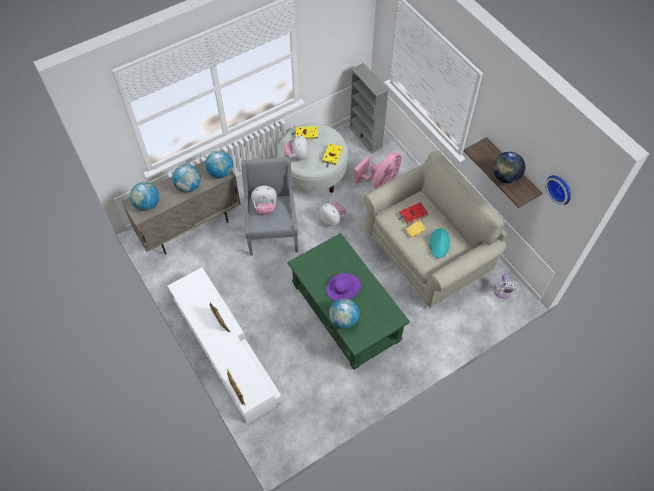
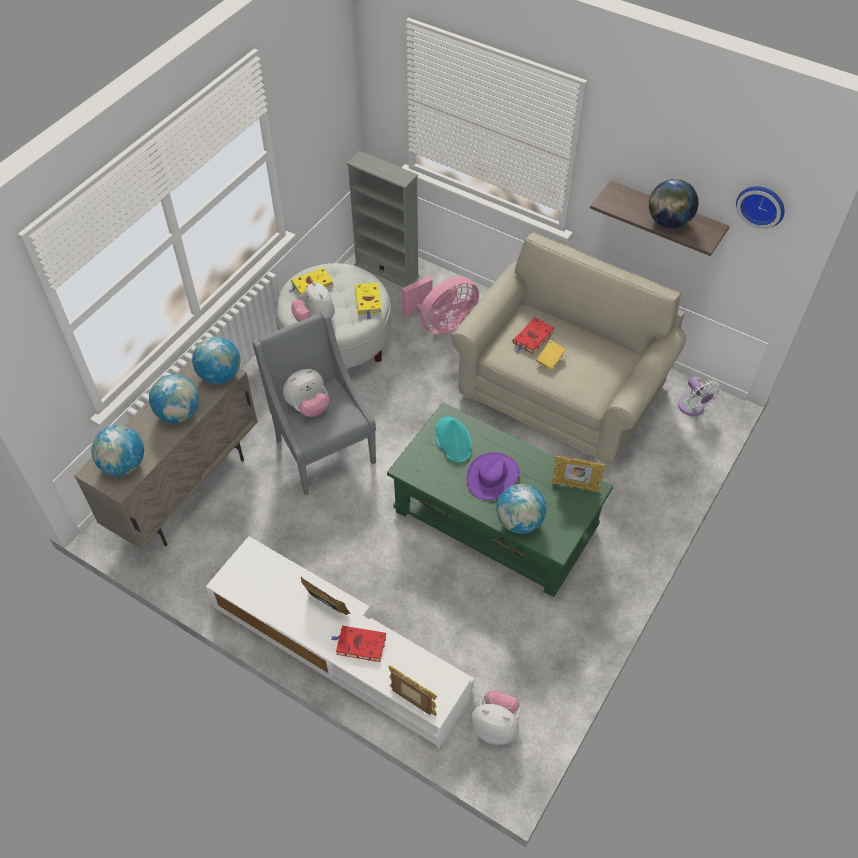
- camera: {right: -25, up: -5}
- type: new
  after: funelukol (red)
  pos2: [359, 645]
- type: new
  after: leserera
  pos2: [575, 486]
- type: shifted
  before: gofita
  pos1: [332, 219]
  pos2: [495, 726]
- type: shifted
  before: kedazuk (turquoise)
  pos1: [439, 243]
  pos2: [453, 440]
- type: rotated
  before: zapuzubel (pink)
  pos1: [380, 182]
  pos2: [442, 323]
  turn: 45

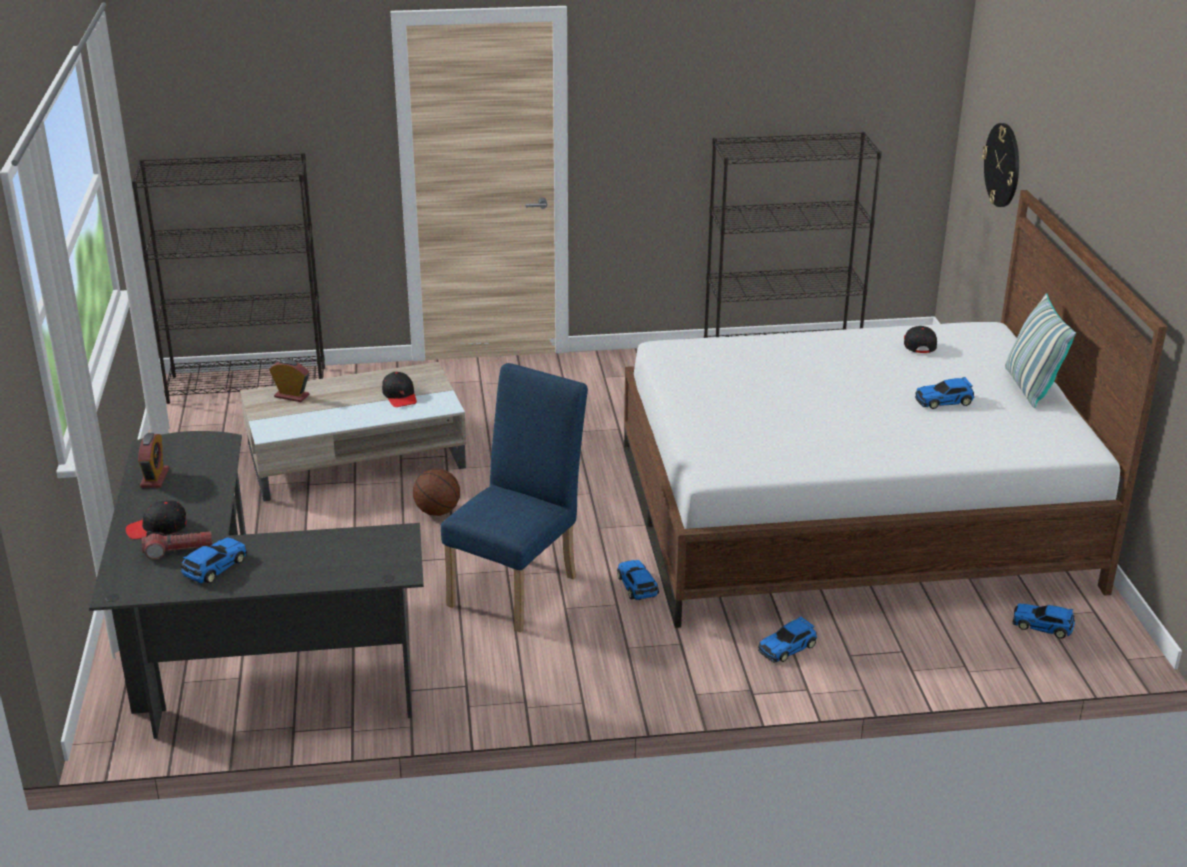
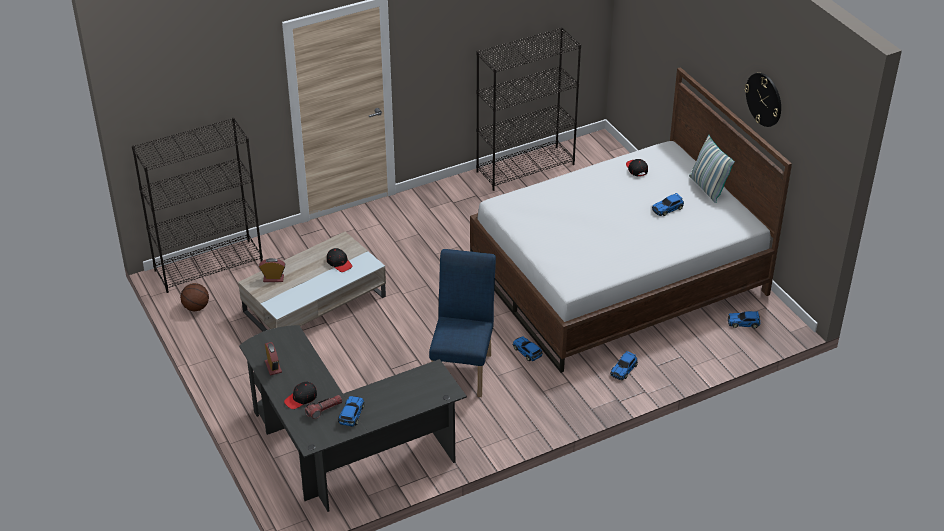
- camera: {right: -20, up: 10}
- type: shifted
  before: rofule
  pos1: [438, 511]
  pos2: [196, 307]
- type: shifted
  before: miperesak
  pos1: [1002, 165]
  pos2: [764, 99]

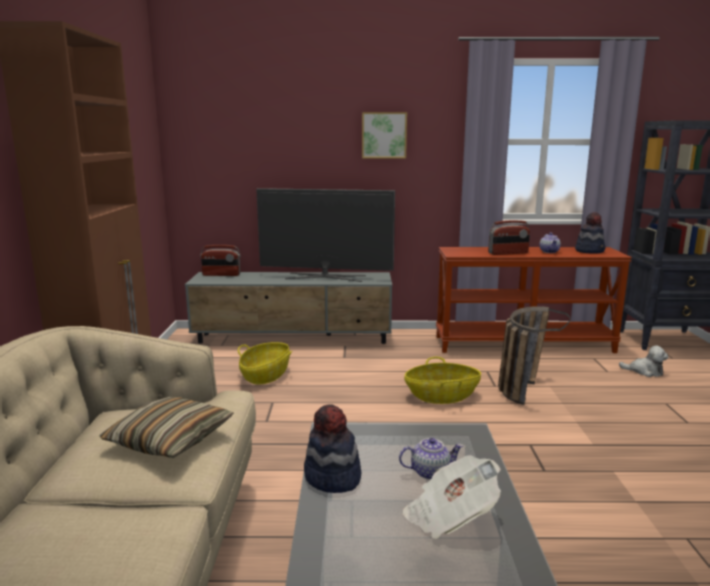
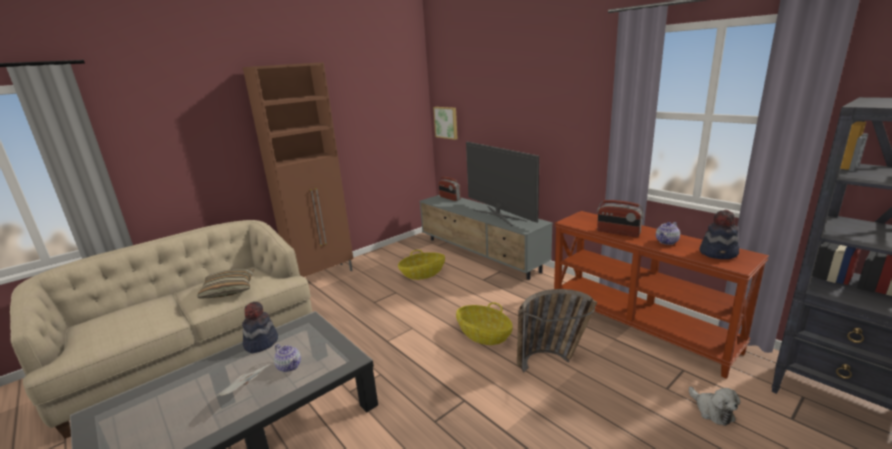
- camera: {right: 50, up: 5}
- type: shifted
  before: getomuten
  pos1: [384, 135]
  pos2: [446, 122]

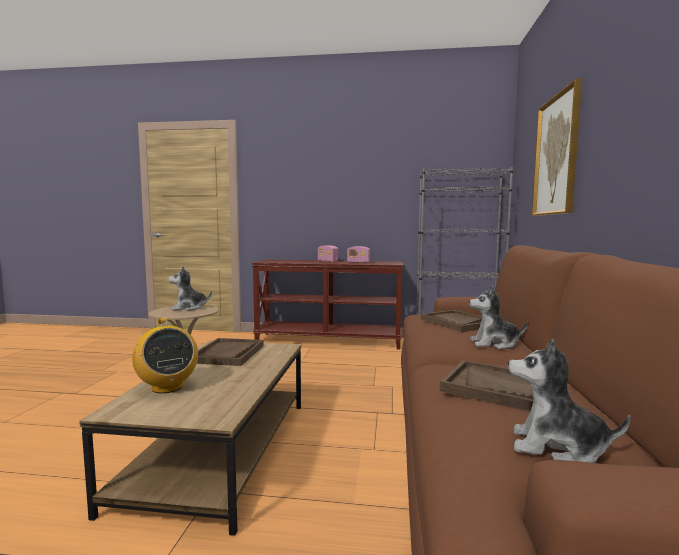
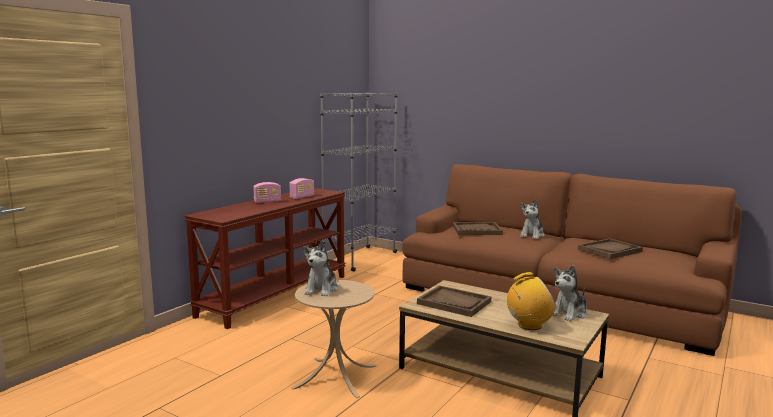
- camera: {right: -65, up: 5}
- type: gone
  before: getomuten
  pos1: [556, 155]
- type: shifted
  before: gofita
  pos1: [557, 448]
  pos2: [569, 313]

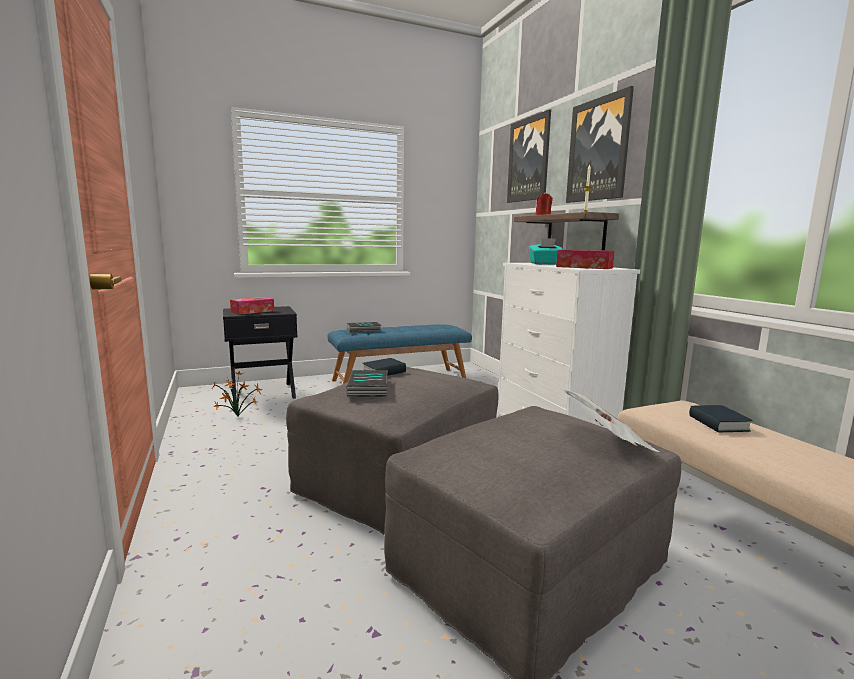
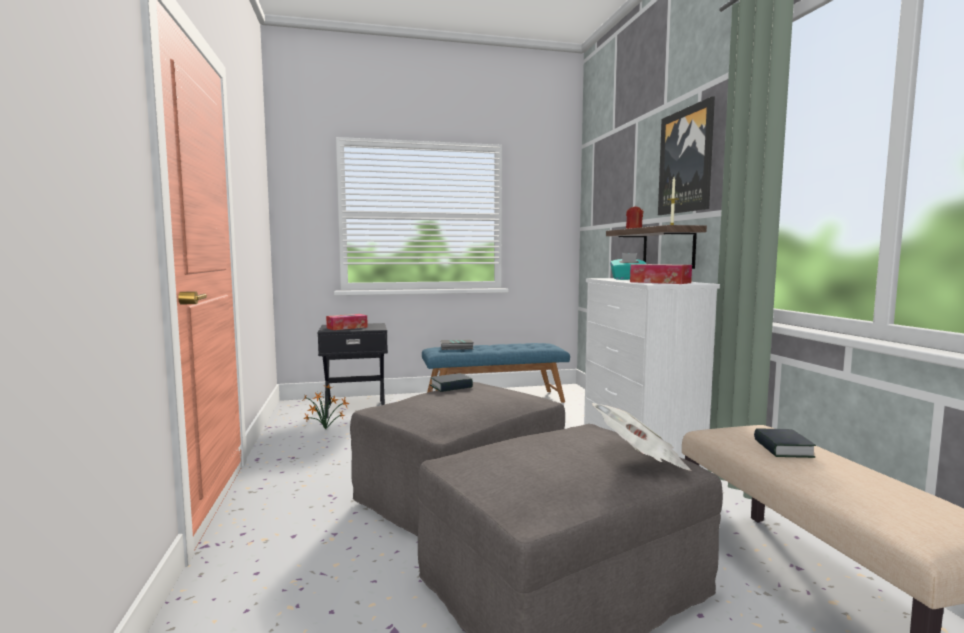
- camera: {right: 10, up: -5}
- type: gone
  before: funelukol
  pos1: [369, 388]
- type: gone
  before: getomuten
  pos1: [529, 159]

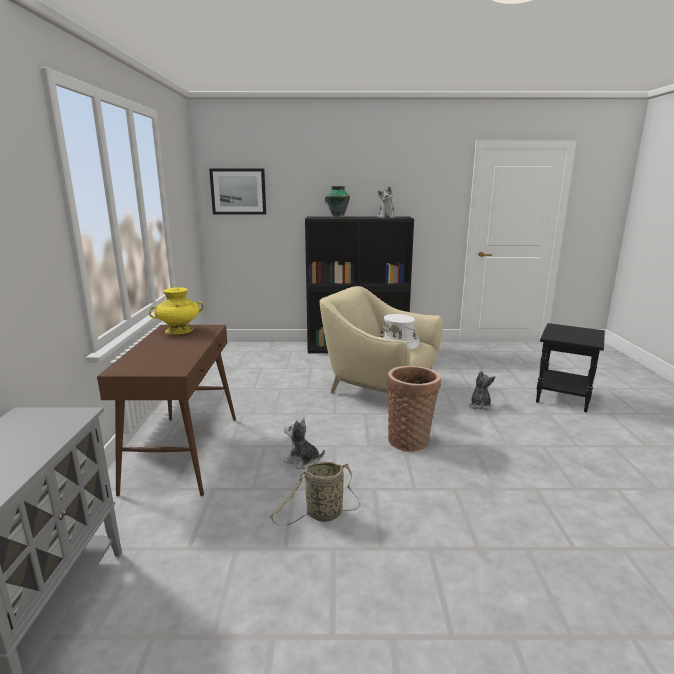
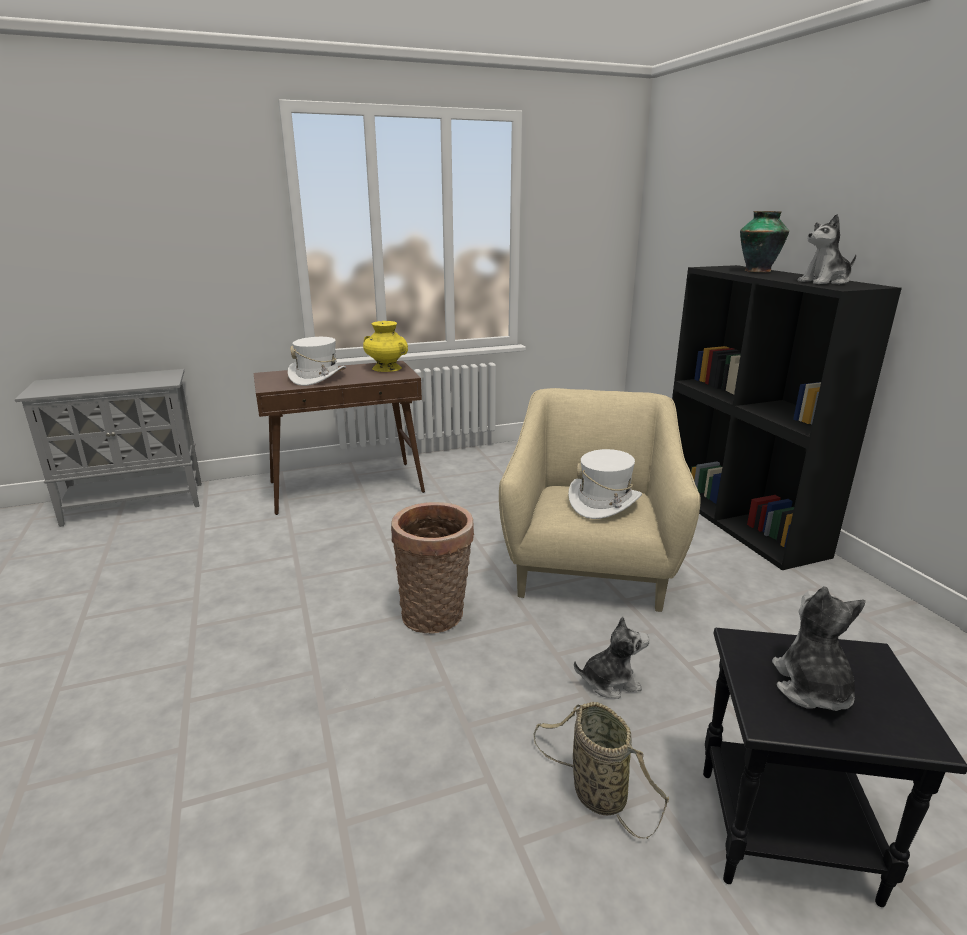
- camera: {right: 70, up: 5}
- type: gone
  before: getomuten
  pos1: [238, 191]
- type: new
  after: kedazuk (white)
  pos2: [318, 377]
- type: shifted
  before: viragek
  pos1: [322, 515]
  pos2: [595, 791]
- type: shifted
  before: gofita
  pos1: [302, 461]
  pos2: [811, 688]

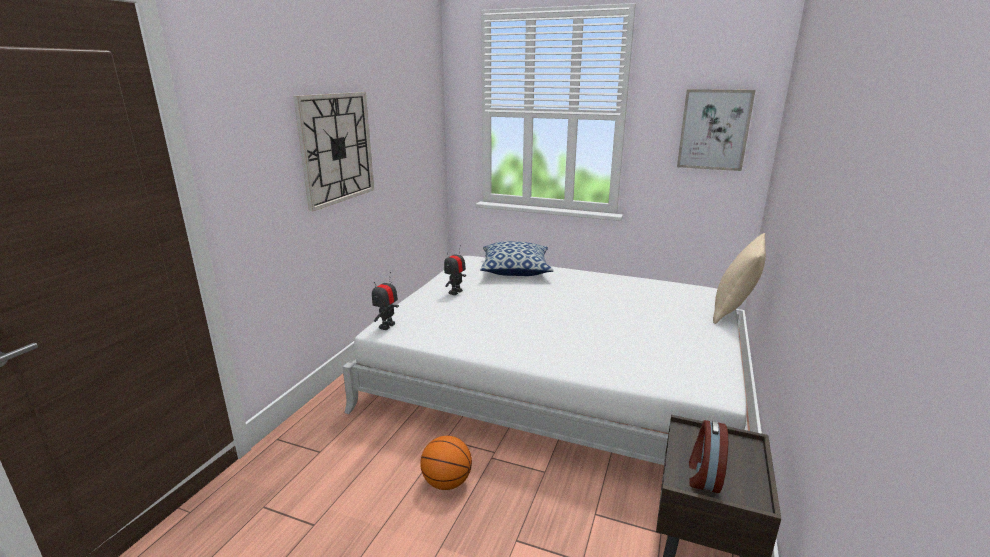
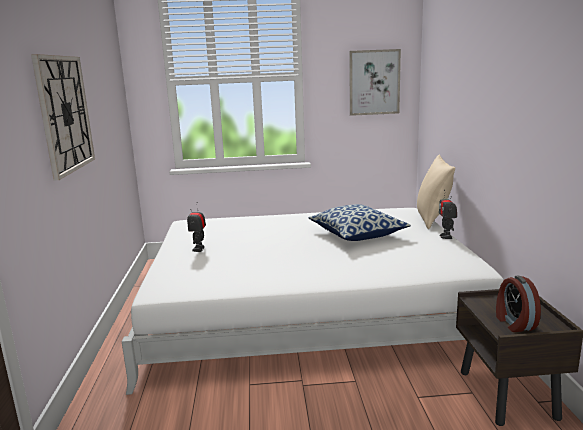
- camera: {right: -25, up: -5}
- type: gone
  before: rofule
  pos1: [447, 482]
- type: shifted
  before: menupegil
  pos1: [387, 326]
  pos2: [446, 236]
- type: shifted
  before: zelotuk
  pos1: [515, 270]
  pos2: [357, 234]

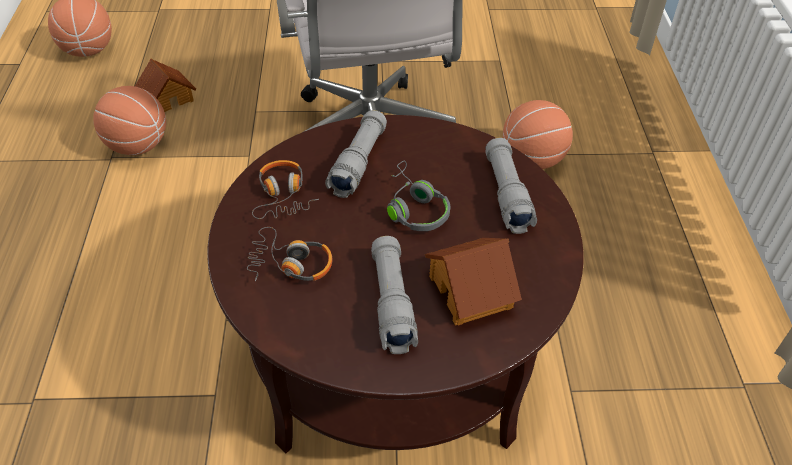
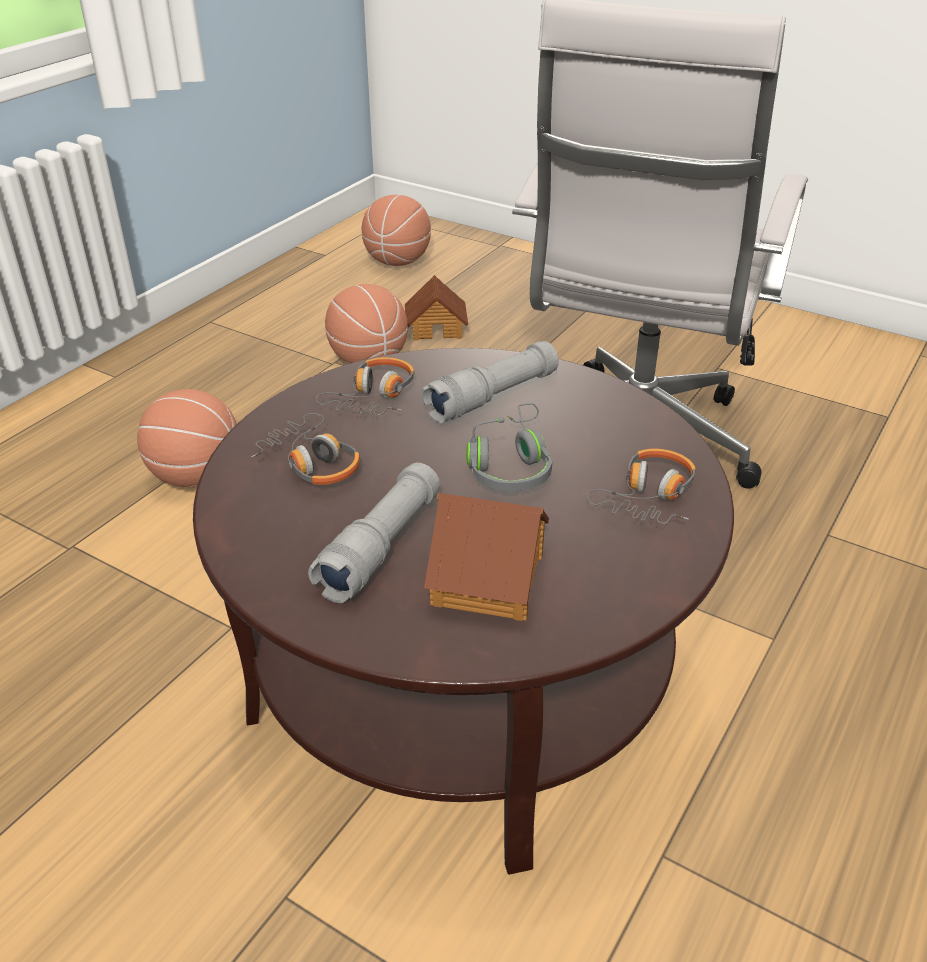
- camera: {right: 35, up: -10}
- type: shifted
  before: rofule
  pos1: [532, 160]
  pos2: [197, 476]
- type: swapped
  before: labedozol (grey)
  after: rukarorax
  pos1: [506, 194]
  pos2: [648, 496]

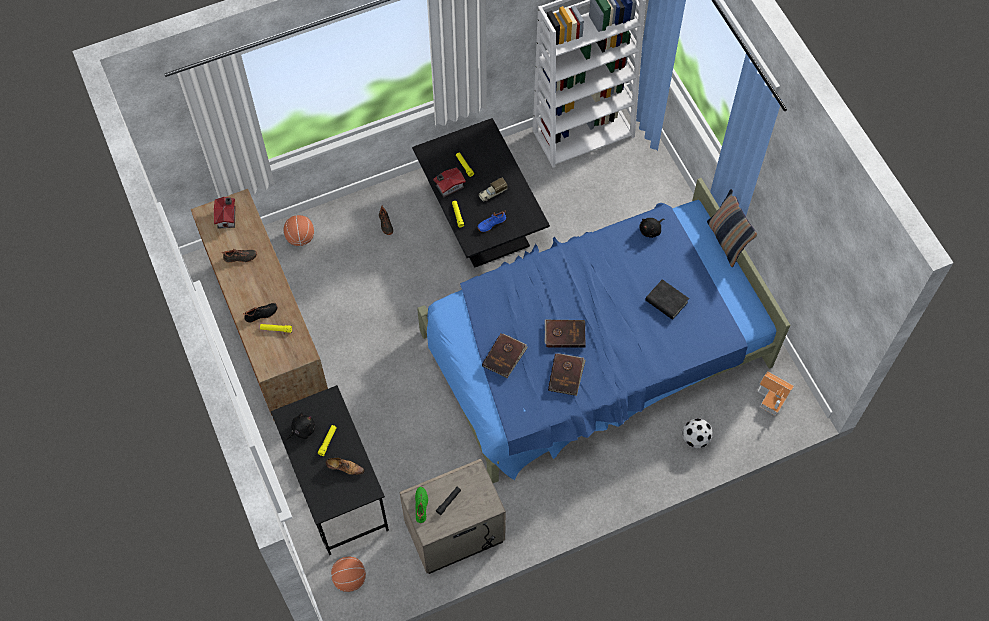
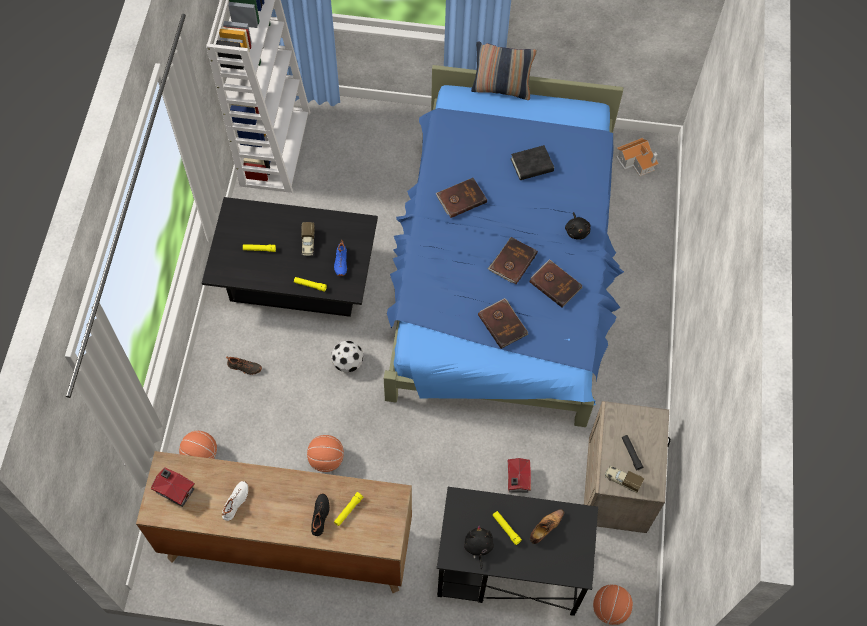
- camera: {right: -60, up: 0}
- type: new
  after: rofule
  pos2: [326, 459]
- type: new
  after: funelukol (brown)
  pos2: [461, 198]
- type: shifted
  before: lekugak
  pos1: [448, 186]
  pos2: [517, 480]
- type: shifted
  before: gofita (black)
  pos1: [651, 230]
  pos2: [577, 231]
- type: shifted
  before: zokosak
  pos1: [695, 438]
  pos2: [347, 363]
- type: swapped
  before: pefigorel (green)
  after: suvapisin
  pos1: [421, 506]
  pos2: [622, 480]
- type: repainted
  before: pefigorel (black)
  after: pefigorel (white)
  pos1: [240, 258]
  pos2: [236, 502]

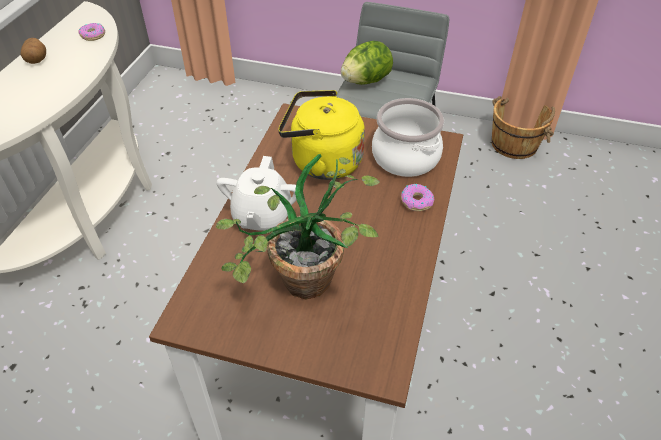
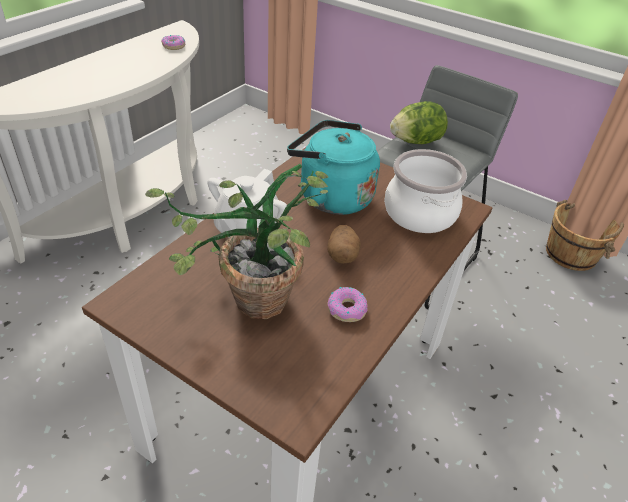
- camera: {right: 15, up: -5}
- type: shifted
  before: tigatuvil
  pos1: [37, 60]
  pos2: [342, 255]
- type: shifted
  before: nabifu
  pos1: [416, 201]
  pos2: [347, 309]
- type: repainted
  before: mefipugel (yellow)
  after: mefipugel (turquoise)
  pos1: [322, 162]
  pos2: [331, 197]

